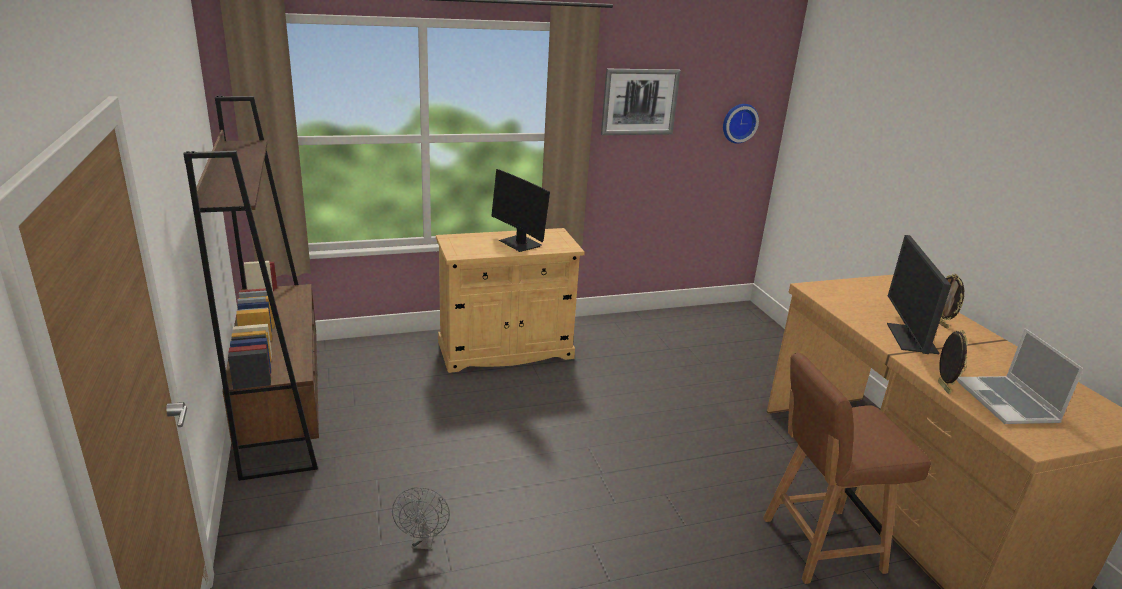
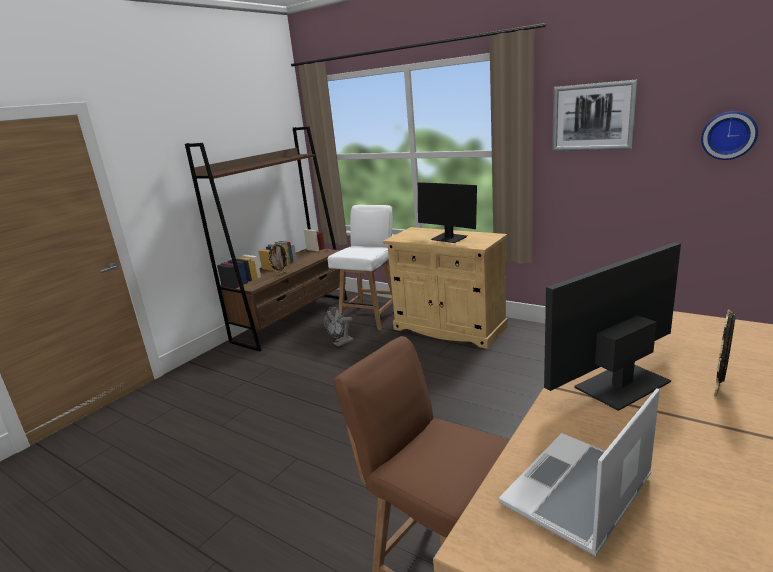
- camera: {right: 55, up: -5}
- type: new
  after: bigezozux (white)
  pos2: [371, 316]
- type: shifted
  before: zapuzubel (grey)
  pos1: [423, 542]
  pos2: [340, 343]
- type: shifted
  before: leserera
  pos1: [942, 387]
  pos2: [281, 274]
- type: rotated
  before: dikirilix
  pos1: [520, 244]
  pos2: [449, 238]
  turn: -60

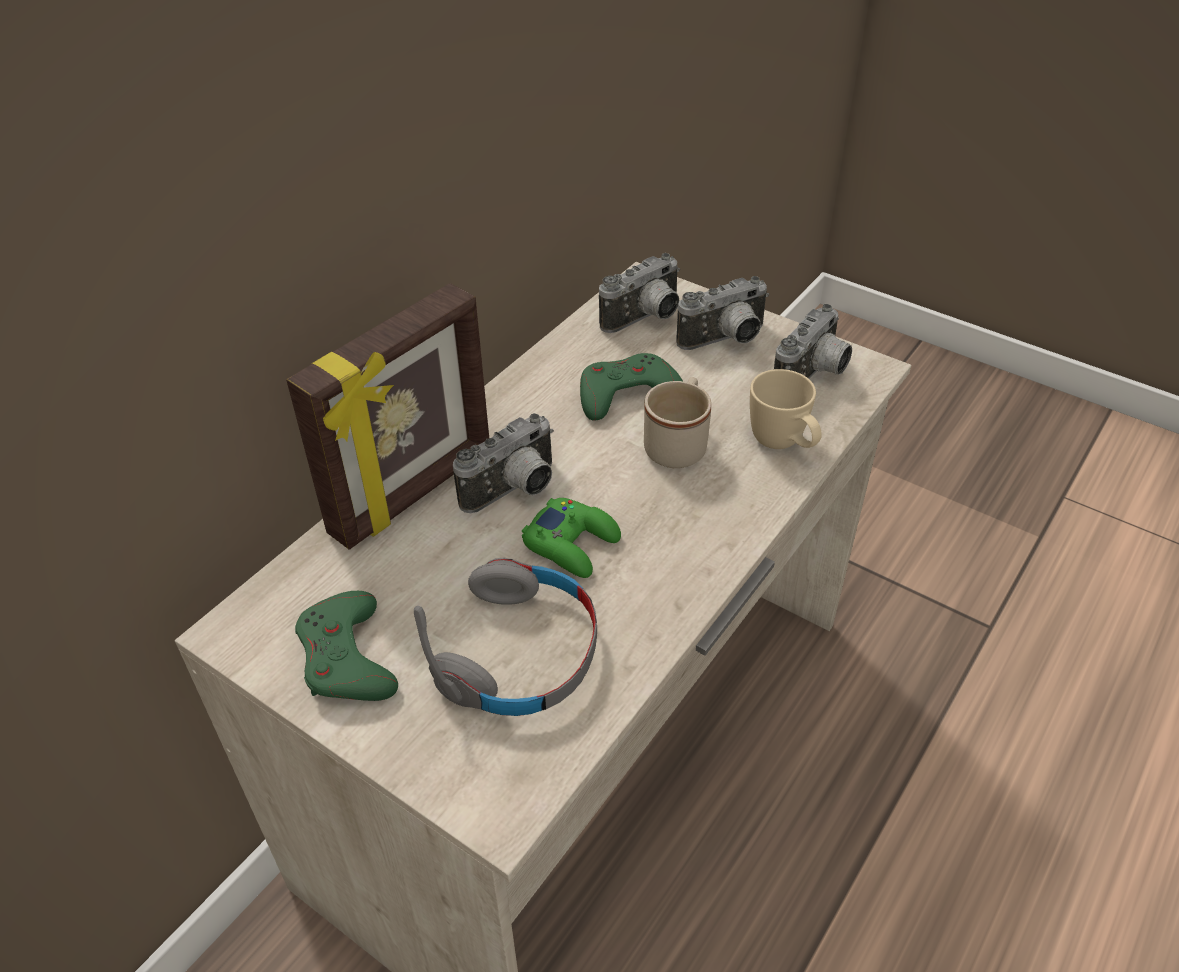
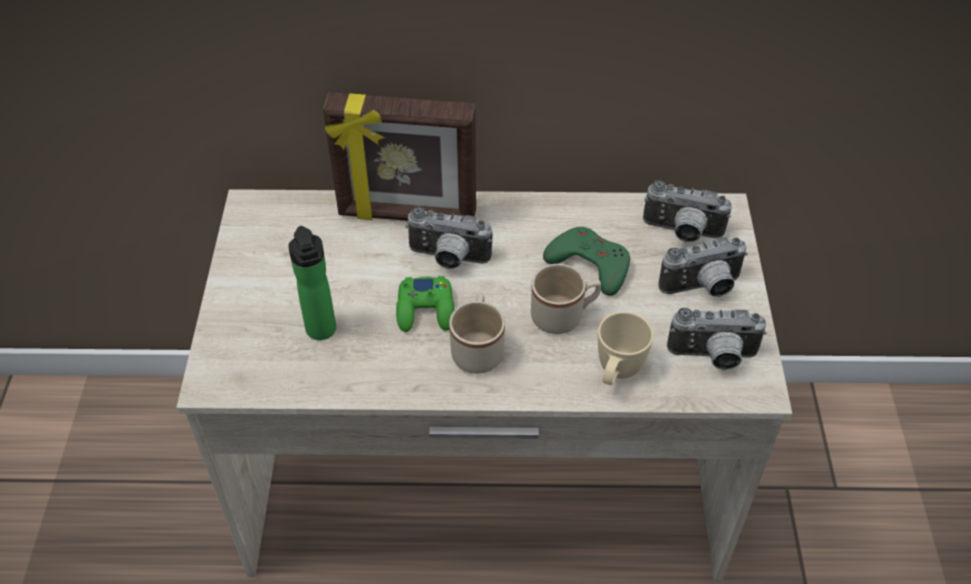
- camera: {right: 55, up: 5}
- type: gone
  before: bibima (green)
  pos1: [347, 658]
- type: new
  after: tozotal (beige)
  pos2: [478, 348]
- type: swapped
  before: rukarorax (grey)
  after: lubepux
  pos1: [521, 653]
  pos2: [322, 332]
- type: rotated
  before: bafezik
  pos1: [726, 341]
  pos2: [703, 288]
  turn: -45

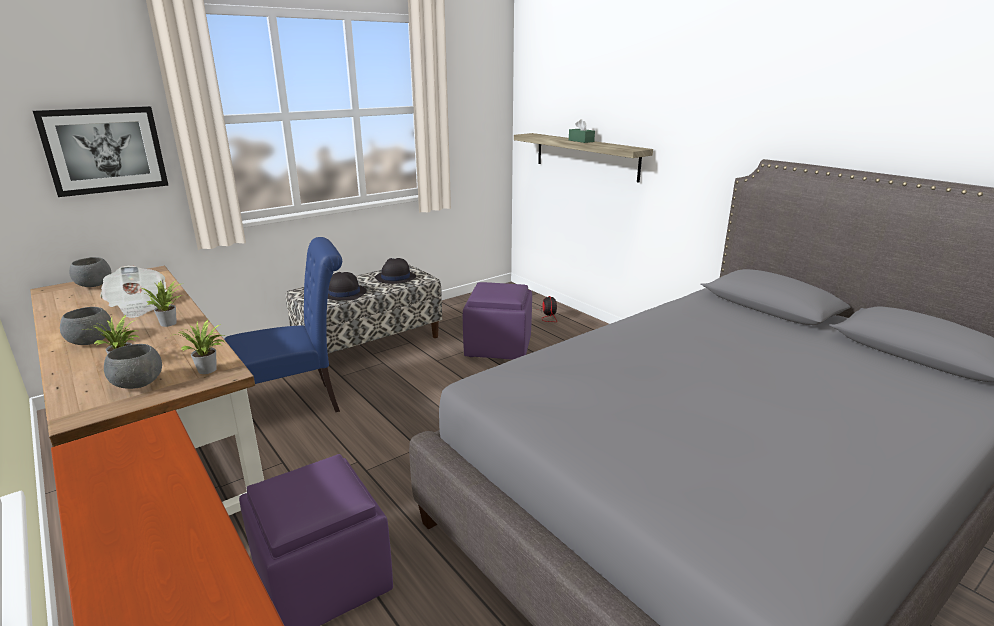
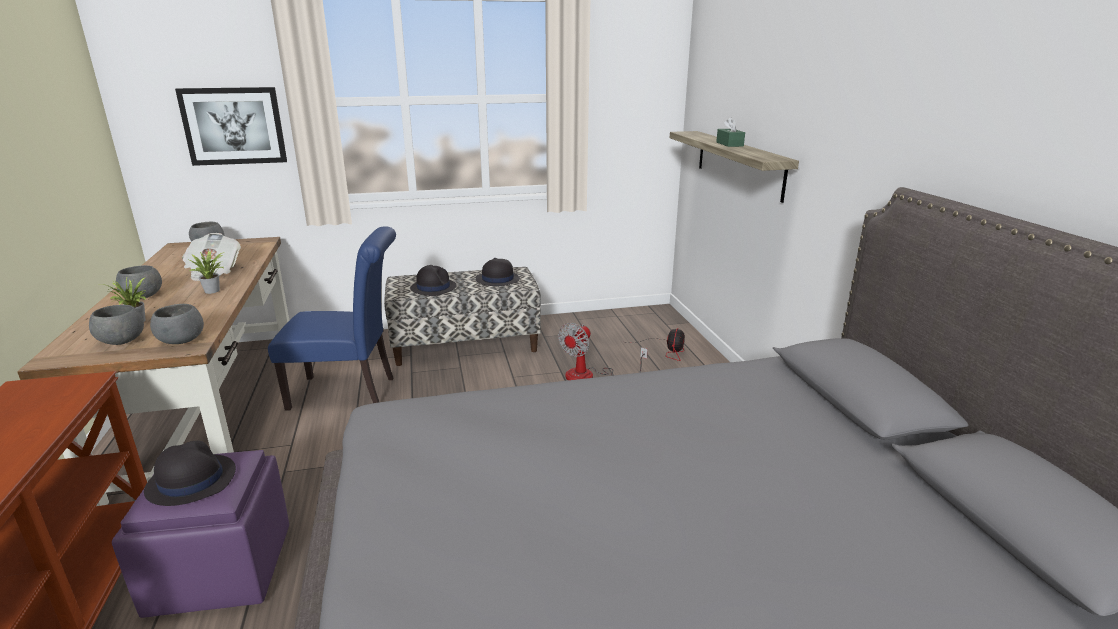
- camera: {right: 25, up: 0}
- type: new
  after: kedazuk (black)
  pos2: [190, 480]
- type: swapped
  before: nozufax
  after: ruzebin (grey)
  pos1: [208, 370]
  pos2: [181, 341]
- type: swapped
  before: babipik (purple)
  after: zapuzubel
  pos1: [499, 347]
  pos2: [590, 376]

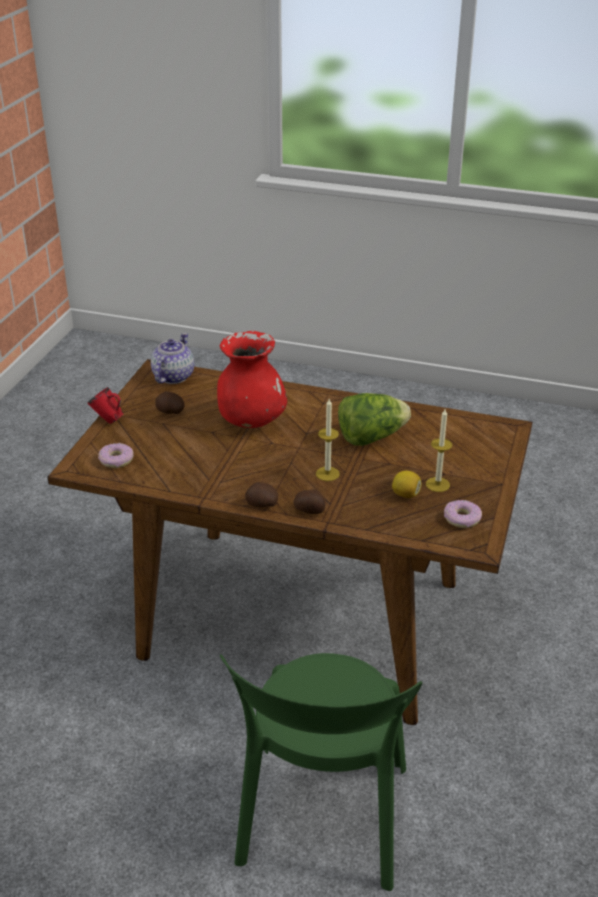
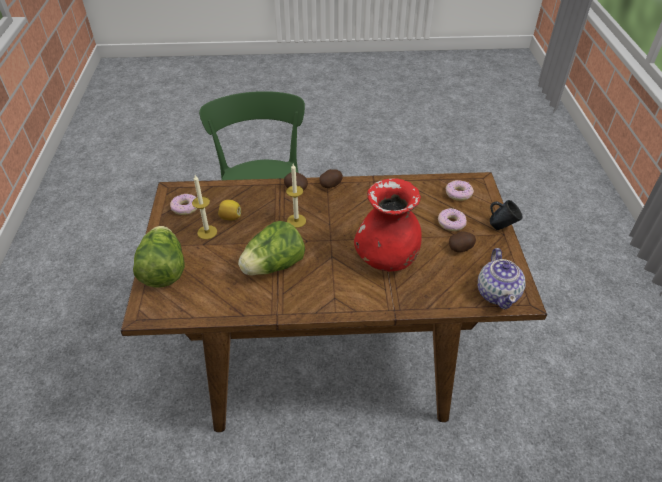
- camera: {right: 160, up: 10}
- type: new
  after: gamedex
  pos2: [163, 270]
- type: new
  after: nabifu
  pos2: [451, 223]
- type: repainted
  before: tozotal (red)
  after: tozotal (blue)
  pos1: [108, 420]
  pos2: [501, 226]

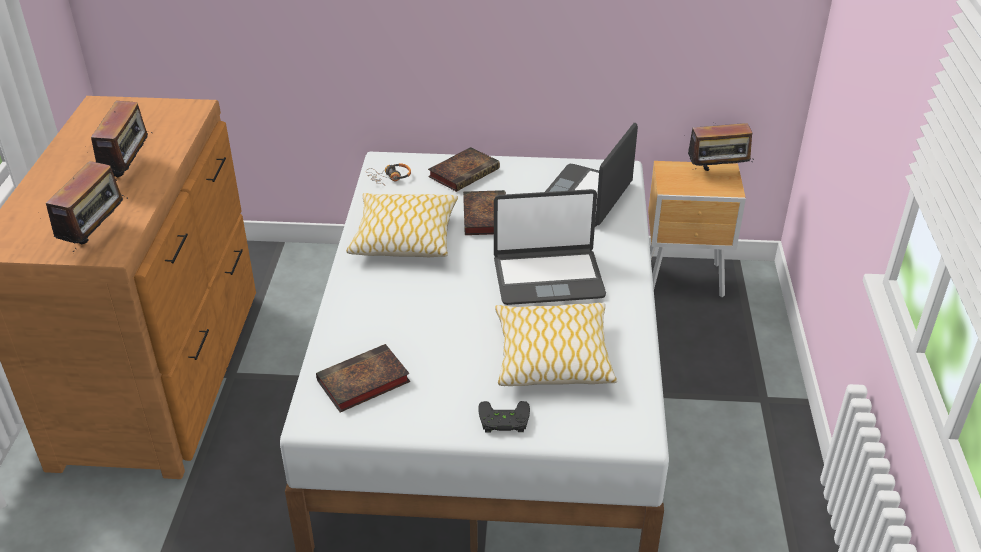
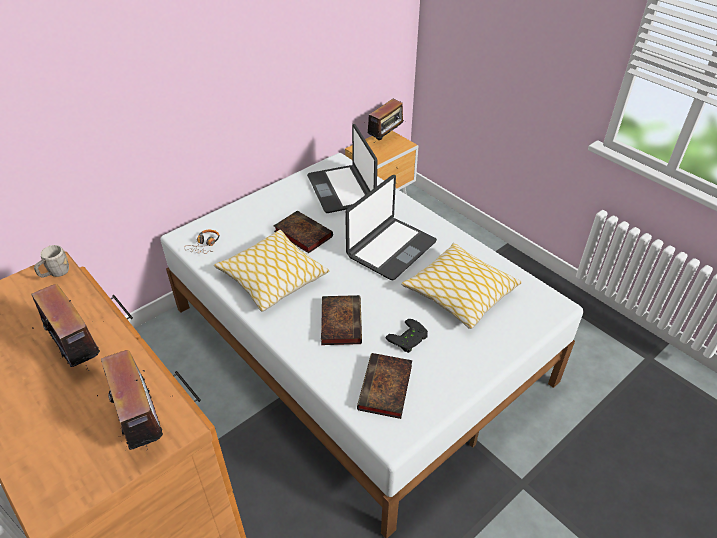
- camera: {right: -45, up: 5}
- type: new
  after: tozotal (grey)
  pos2: [55, 273]
- type: shifted
  before: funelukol
  pos1: [464, 172]
  pos2: [340, 321]
- type: shifted
  before: bibima (black)
  pos1: [503, 422]
  pos2: [409, 339]

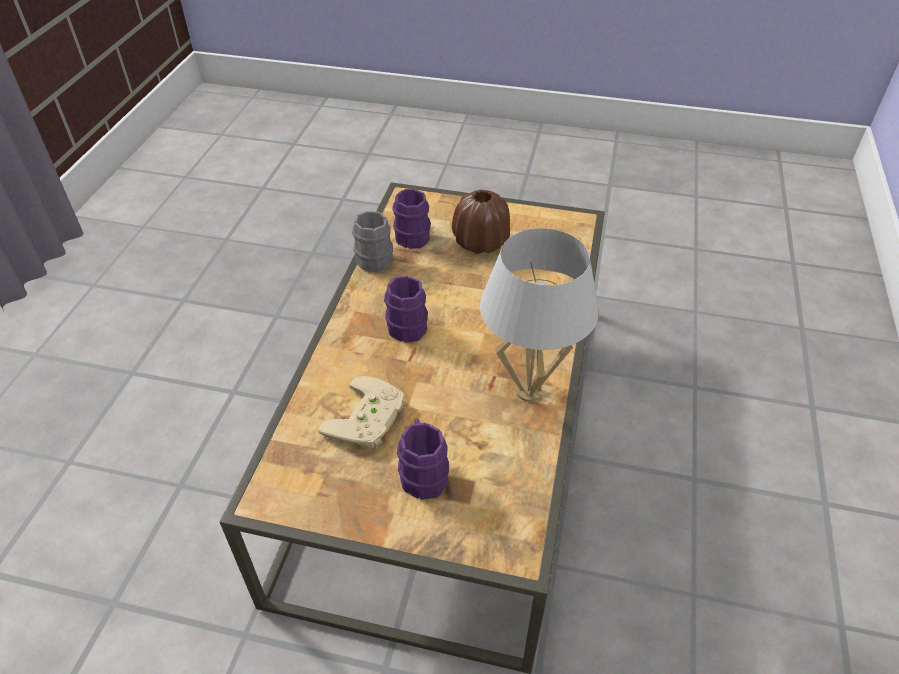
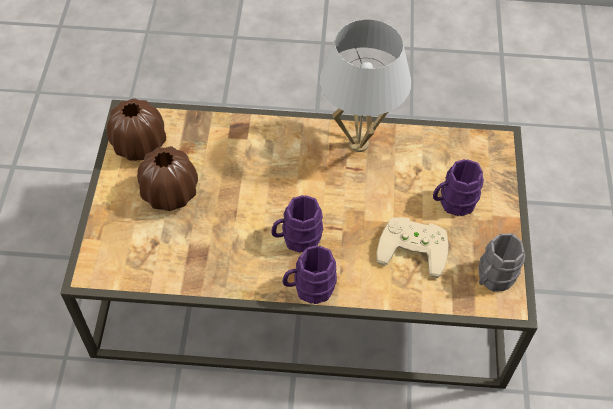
- camera: {right: -100, up: 10}
- type: new
  after: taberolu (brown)
  pos2: [139, 145]
- type: shifted
  before: tozotal (grey)
  pos1: [371, 257]
  pos2: [492, 278]
- type: shifted
  before: tozotal (purple)
  pos1: [412, 234]
  pos2: [309, 288]

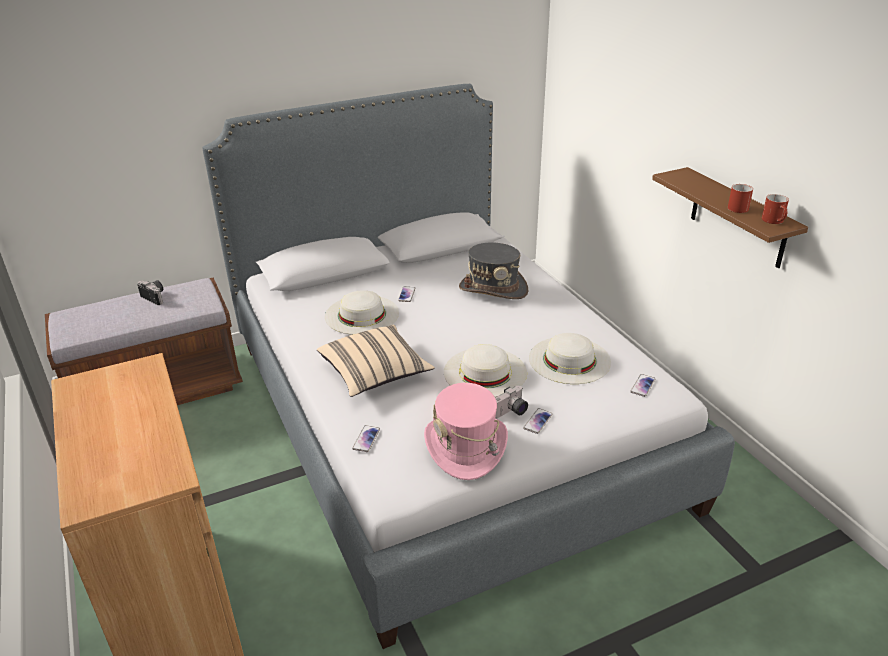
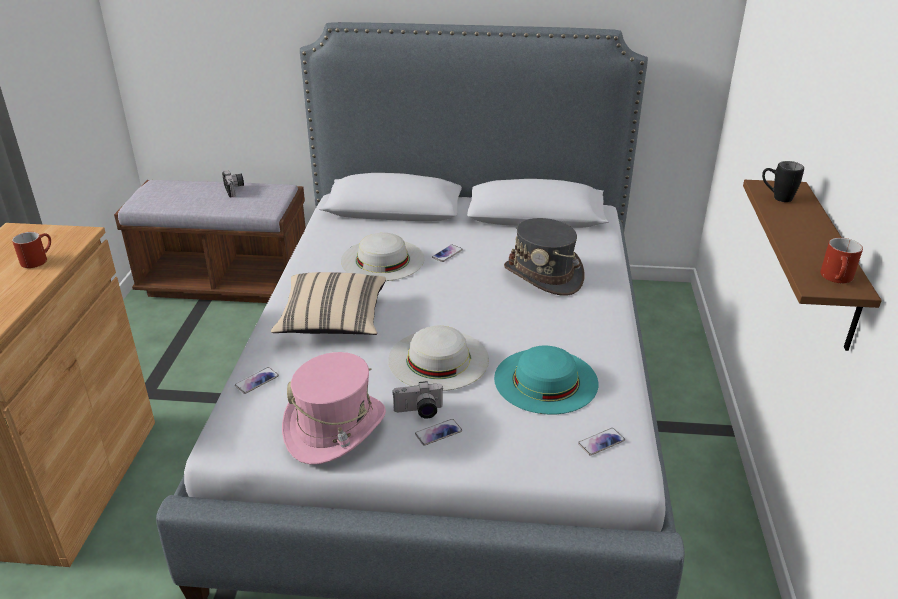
- camera: {right: 30, up: 0}
- type: new
  after: tozotal (black)
  pos2: [776, 198]
- type: shifted
  before: tozotal (red)
  pos1: [736, 207]
  pos2: [38, 259]
- type: repainted
  before: kedazuk (white)
  after: kedazuk (turquoise)
  pos1: [569, 359]
  pos2: [546, 380]

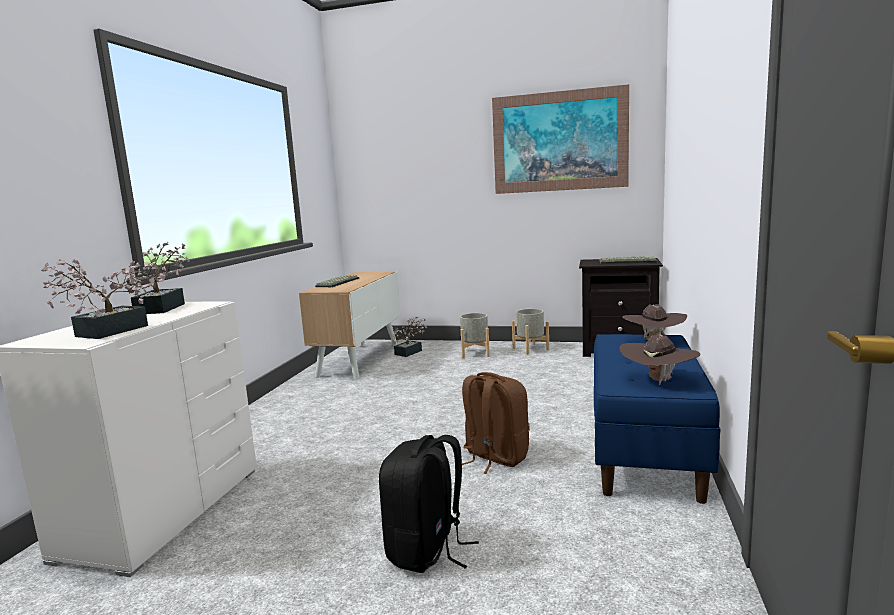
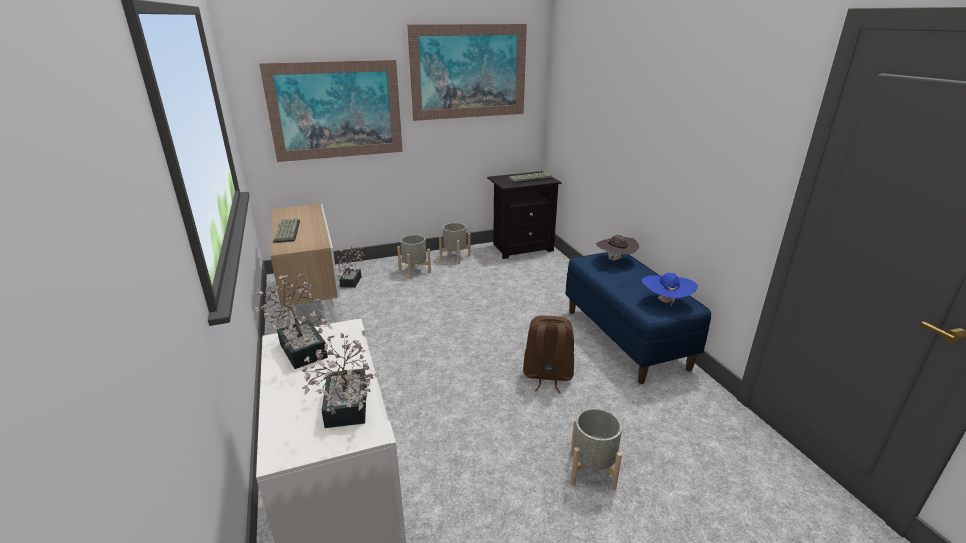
- camera: {right: -35, up: 15}
- type: new
  after: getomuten
  pos2: [336, 110]
- type: swapped
  before: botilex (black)
  after: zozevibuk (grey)
  pos1: [427, 550]
  pos2: [592, 470]
- type: repainted
  before: kedazuk (brown)
  after: kedazuk (blue)
  pos1: [658, 381]
  pos2: [665, 302]

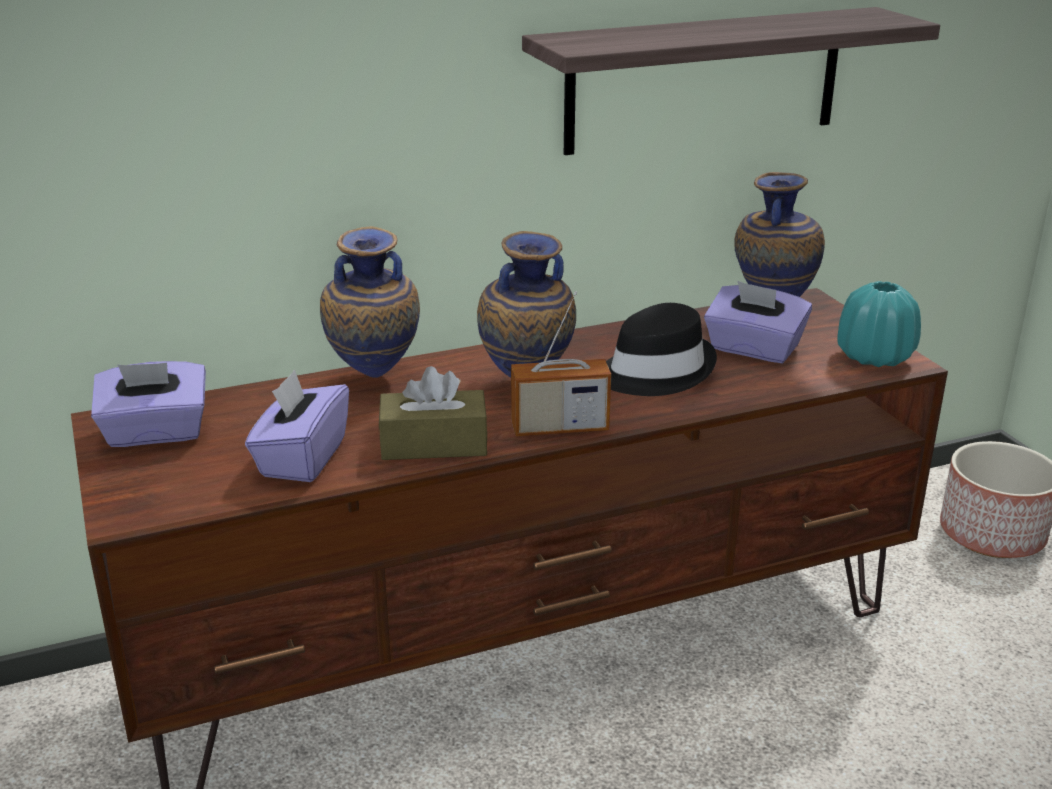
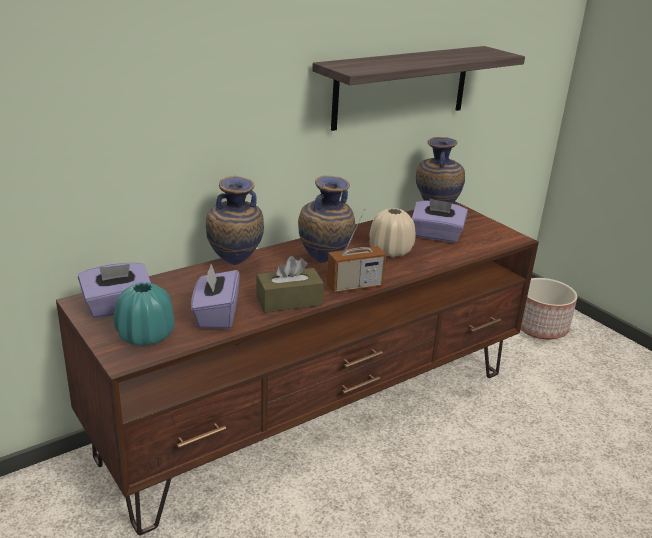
- camera: {right: -15, up: 0}
- type: shifted
  before: taberolu (turquoise)
  pos1: [874, 357]
  pos2: [146, 336]
- type: swapped
  before: kedazuk (black)
  after: taberolu (beige)
  pos1: [654, 371]
  pos2: [390, 251]

